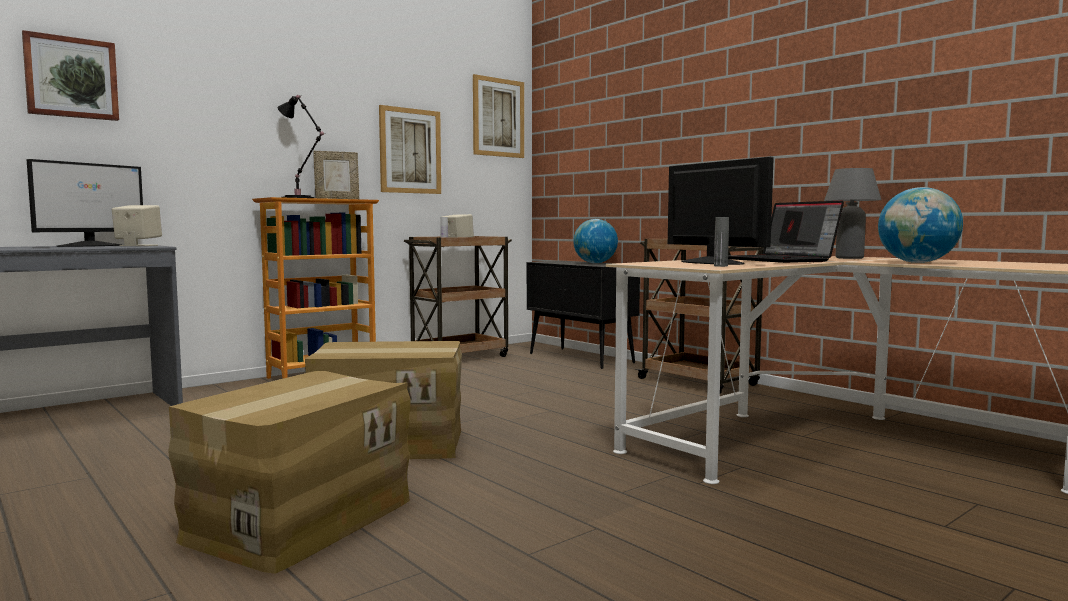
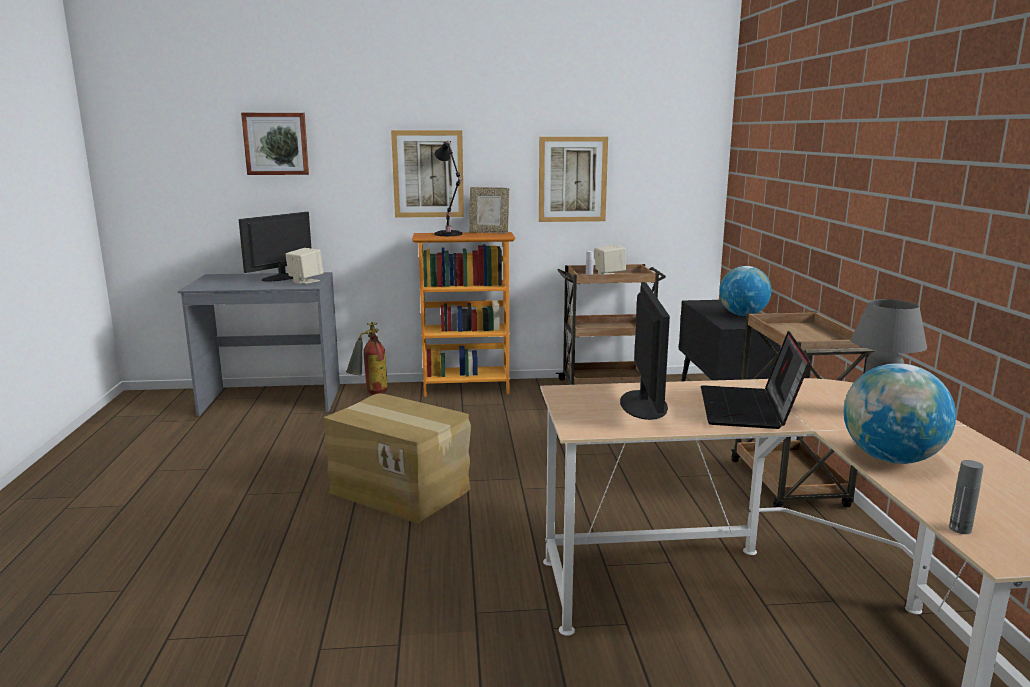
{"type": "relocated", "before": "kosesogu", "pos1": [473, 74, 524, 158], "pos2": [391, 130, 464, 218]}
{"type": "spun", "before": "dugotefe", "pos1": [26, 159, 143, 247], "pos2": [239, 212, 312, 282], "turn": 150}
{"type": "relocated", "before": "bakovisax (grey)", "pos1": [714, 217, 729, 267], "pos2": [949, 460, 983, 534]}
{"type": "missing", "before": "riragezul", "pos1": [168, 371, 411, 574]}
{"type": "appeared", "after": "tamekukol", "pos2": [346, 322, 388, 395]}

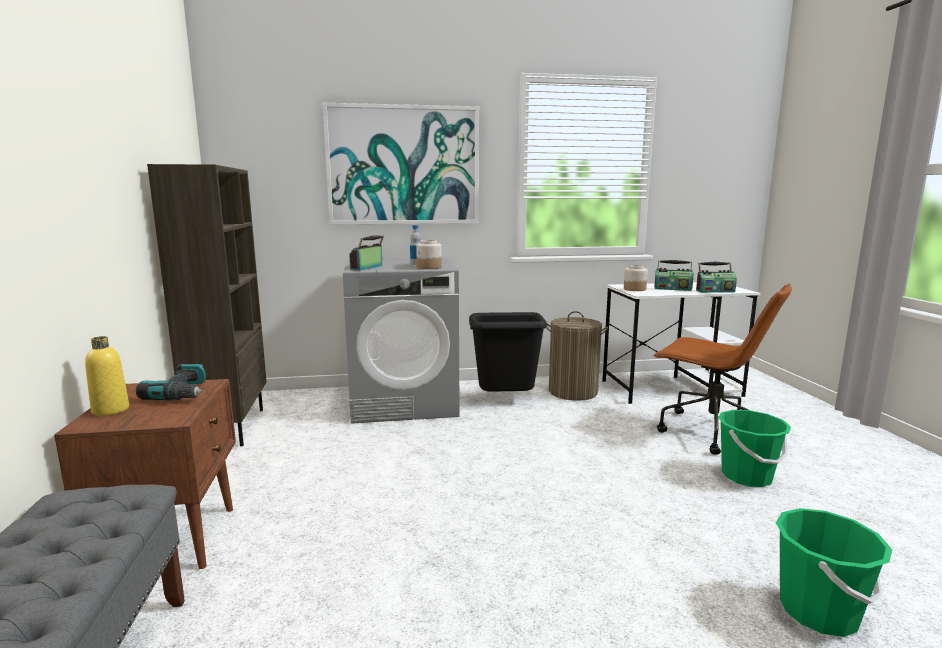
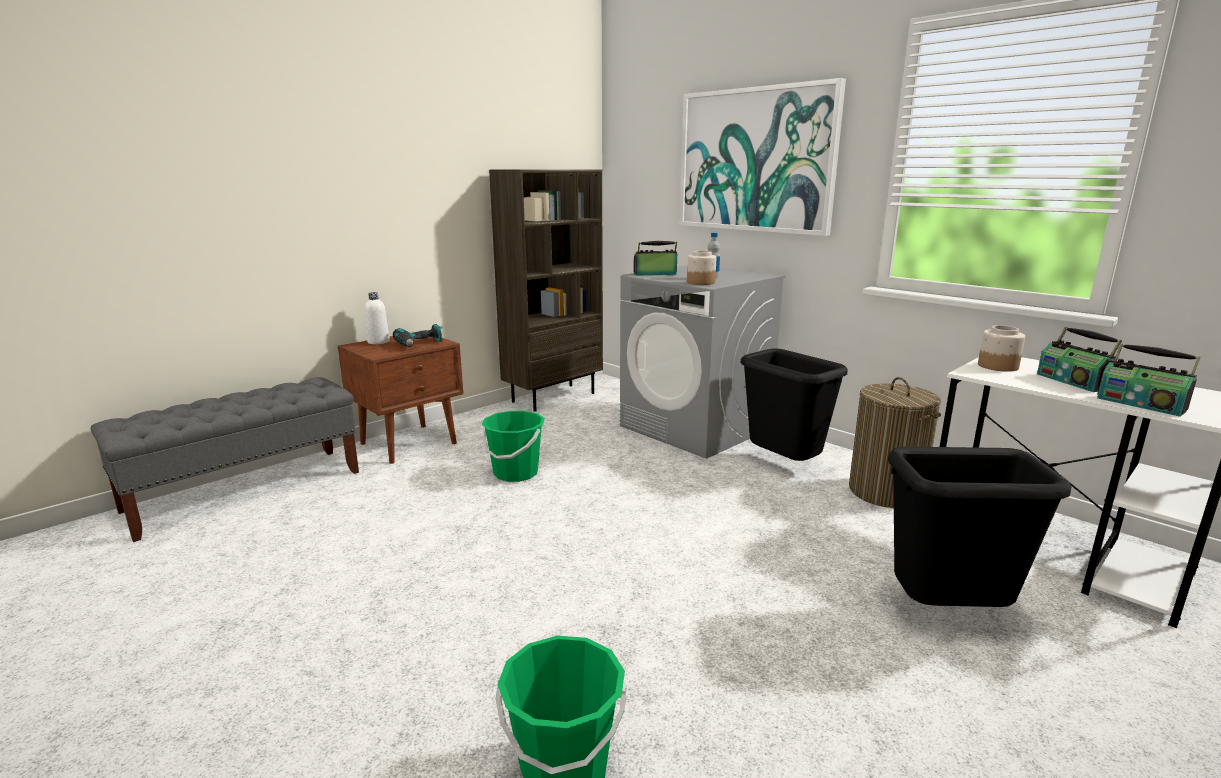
{"type": "exchanged", "before": "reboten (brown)", "after": "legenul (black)", "pos1": [653, 284, 792, 455], "pos2": [888, 447, 1072, 616]}
{"type": "colour", "before": "bakovisax (yellow)", "after": "bakovisax (white)", "pos1": [85, 336, 129, 416], "pos2": [365, 292, 390, 344]}
{"type": "relocated", "before": "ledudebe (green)", "pos1": [718, 410, 791, 487], "pos2": [482, 411, 545, 482]}

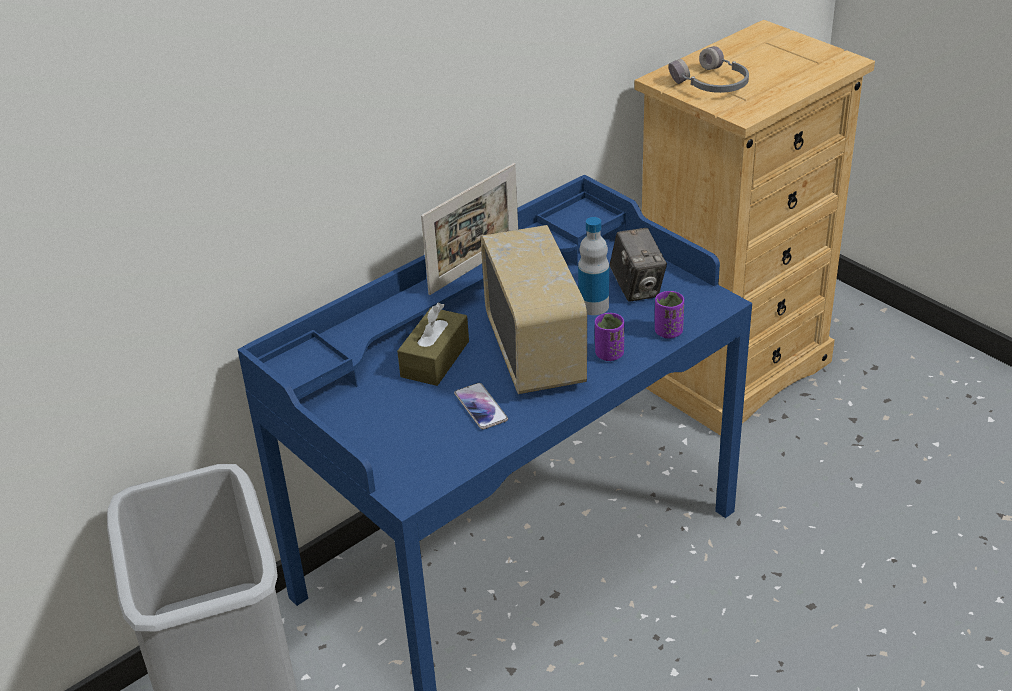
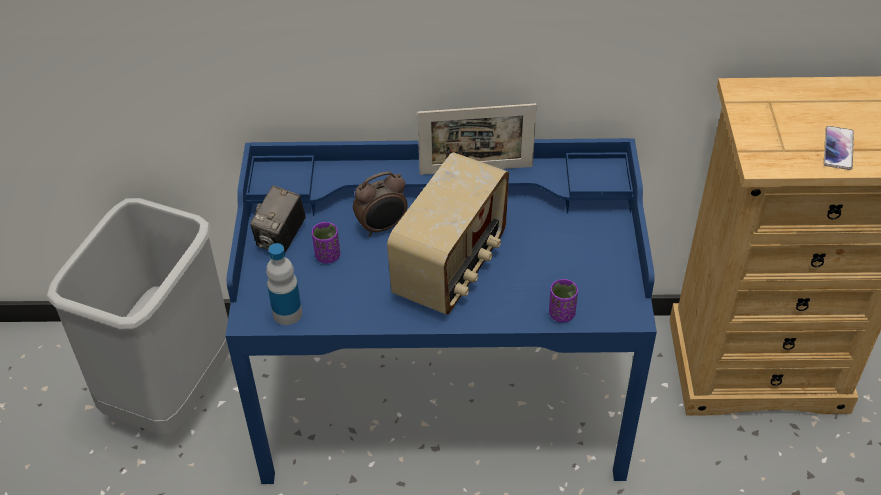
{"type": "missing", "before": "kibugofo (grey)", "pos1": [668, 46, 749, 93]}
{"type": "relocated", "before": "bakovisax", "pos1": [578, 217, 609, 315], "pos2": [266, 243, 302, 325]}
{"type": "relocated", "before": "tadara", "pos1": [609, 228, 667, 302], "pos2": [250, 185, 306, 253]}
{"type": "exchanged", "before": "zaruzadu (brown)", "after": "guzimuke", "pos1": [397, 302, 469, 386], "pos2": [353, 171, 408, 237]}
{"type": "relocated", "before": "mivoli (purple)", "pos1": [595, 313, 624, 361], "pos2": [312, 222, 340, 263]}
{"type": "relocated", "before": "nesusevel", "pos1": [454, 383, 508, 429], "pos2": [824, 126, 854, 170]}

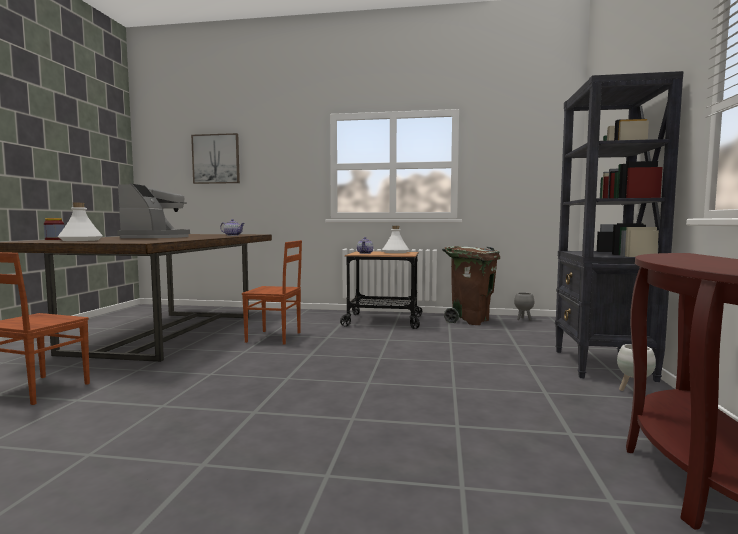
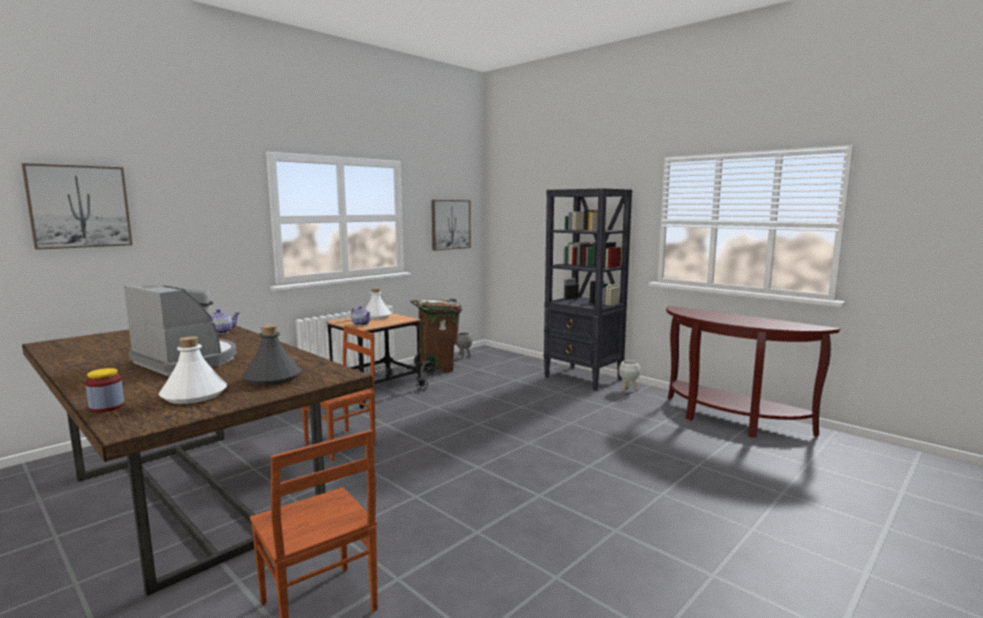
{"type": "appeared", "after": "kosesogu", "pos2": [431, 200, 471, 251]}
{"type": "appeared", "after": "bakovisax (grey)", "pos2": [242, 325, 301, 386]}

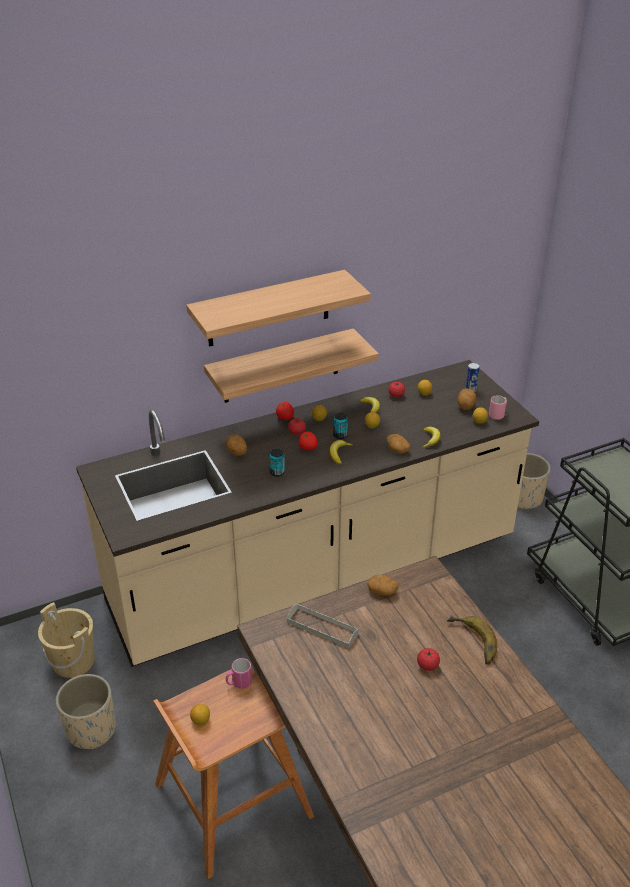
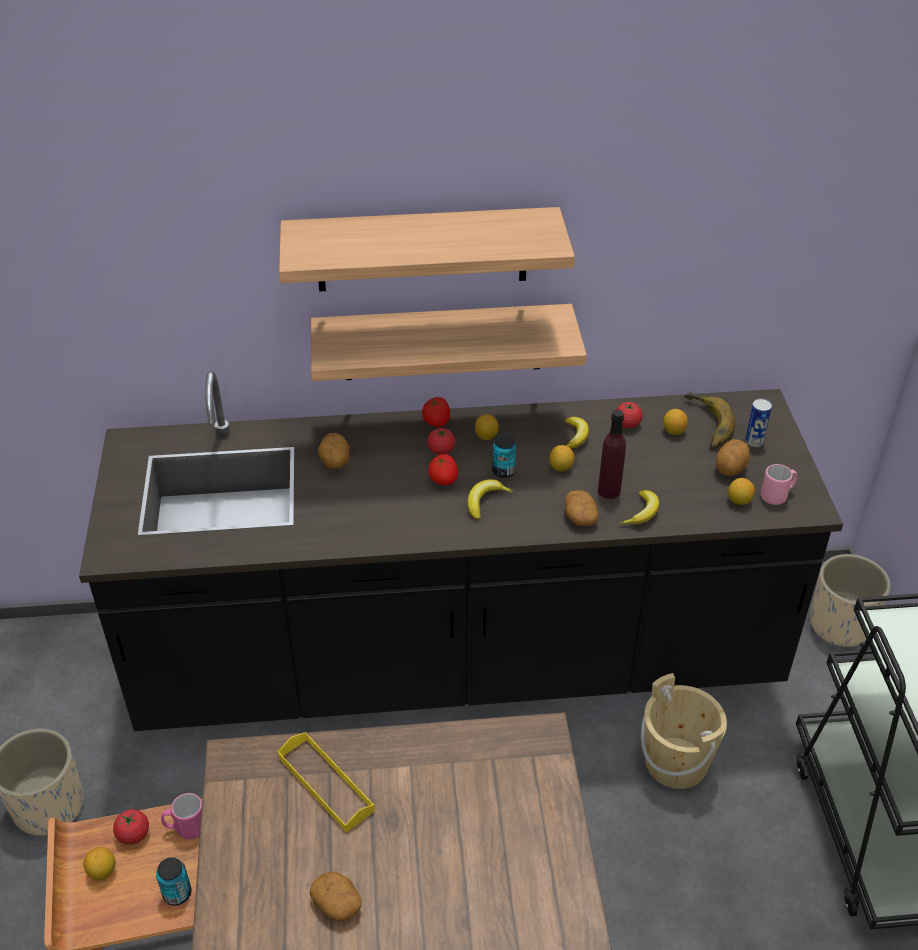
{"type": "colour", "before": "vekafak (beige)", "after": "vekafak (black)", "pos1": [76, 360, 539, 667], "pos2": [79, 371, 843, 731]}
{"type": "relocated", "before": "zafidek", "pos1": [269, 448, 285, 477], "pos2": [156, 857, 192, 906]}
{"type": "relocated", "before": "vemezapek", "pos1": [367, 575, 399, 595], "pos2": [310, 871, 362, 921]}
{"type": "relocated", "before": "ledudebe (beige)", "pos1": [38, 602, 94, 678], "pos2": [641, 673, 727, 789]}
{"type": "colour", "before": "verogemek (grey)", "after": "verogemek (yellow)", "pos1": [287, 603, 359, 648], "pos2": [278, 732, 375, 832]}
{"type": "relocated", "before": "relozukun", "pos1": [447, 616, 497, 665], "pos2": [684, 392, 735, 450]}
{"type": "relocated", "before": "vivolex", "pos1": [417, 648, 440, 671], "pos2": [113, 809, 149, 844]}
{"type": "appeared", "after": "bakovisax (purple)", "pos2": [598, 410, 626, 499]}

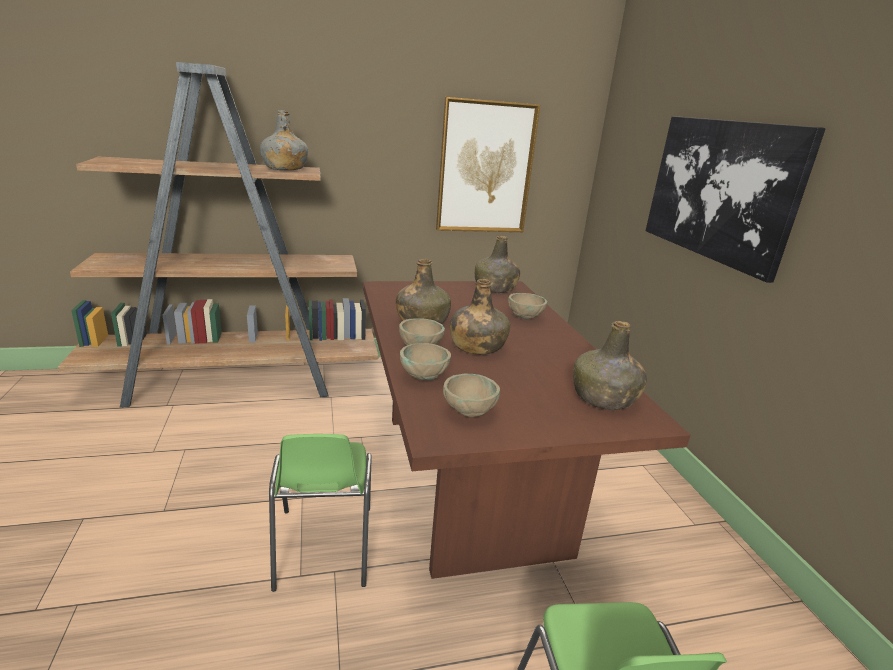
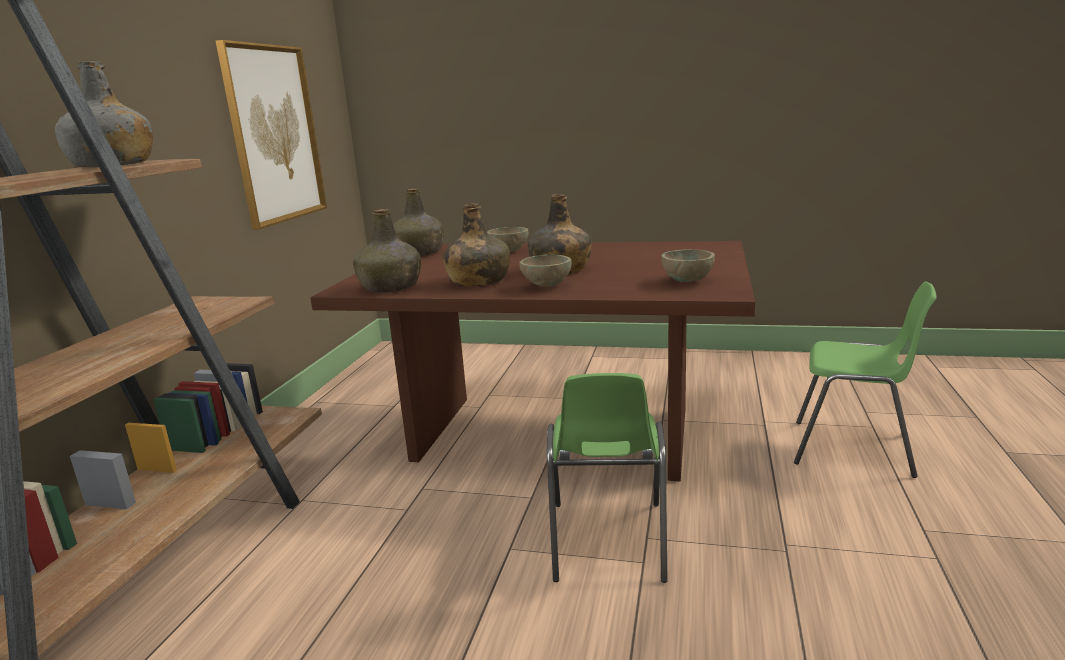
{"type": "missing", "before": "kosesogu", "pos1": [645, 116, 825, 283]}
{"type": "relocated", "before": "bakovisax (green)", "pos1": [573, 321, 647, 410], "pos2": [353, 209, 421, 292]}
{"type": "missing", "before": "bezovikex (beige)", "pos1": [400, 343, 451, 380]}
{"type": "spun", "before": "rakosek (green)", "pos1": [269, 434, 372, 592], "pos2": [547, 373, 667, 583], "turn": 75}

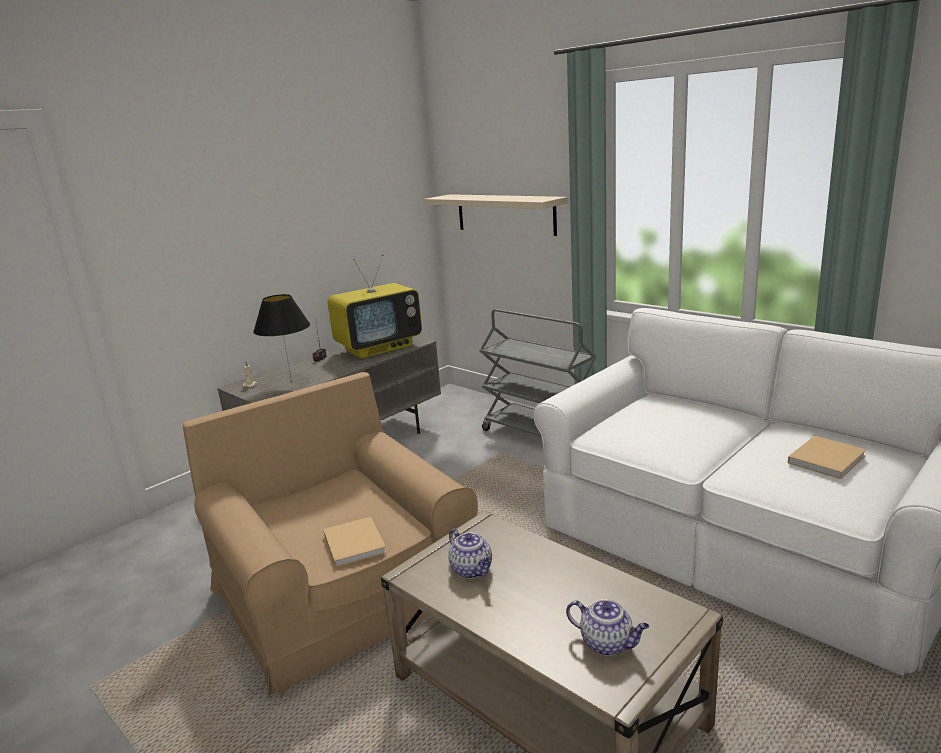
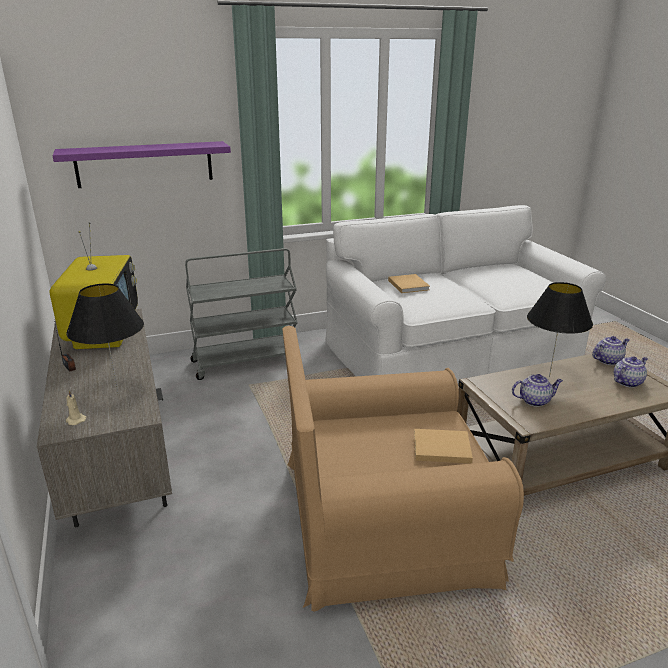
{"type": "colour", "before": "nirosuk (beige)", "after": "nirosuk (purple)", "pos1": [424, 194, 568, 236], "pos2": [52, 141, 231, 188]}
{"type": "relocated", "before": "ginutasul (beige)", "pos1": [788, 436, 867, 479], "pos2": [388, 274, 430, 293]}
{"type": "appeared", "after": "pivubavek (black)", "pos2": [527, 282, 593, 378]}
{"type": "appeared", "after": "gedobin", "pos2": [592, 336, 630, 365]}

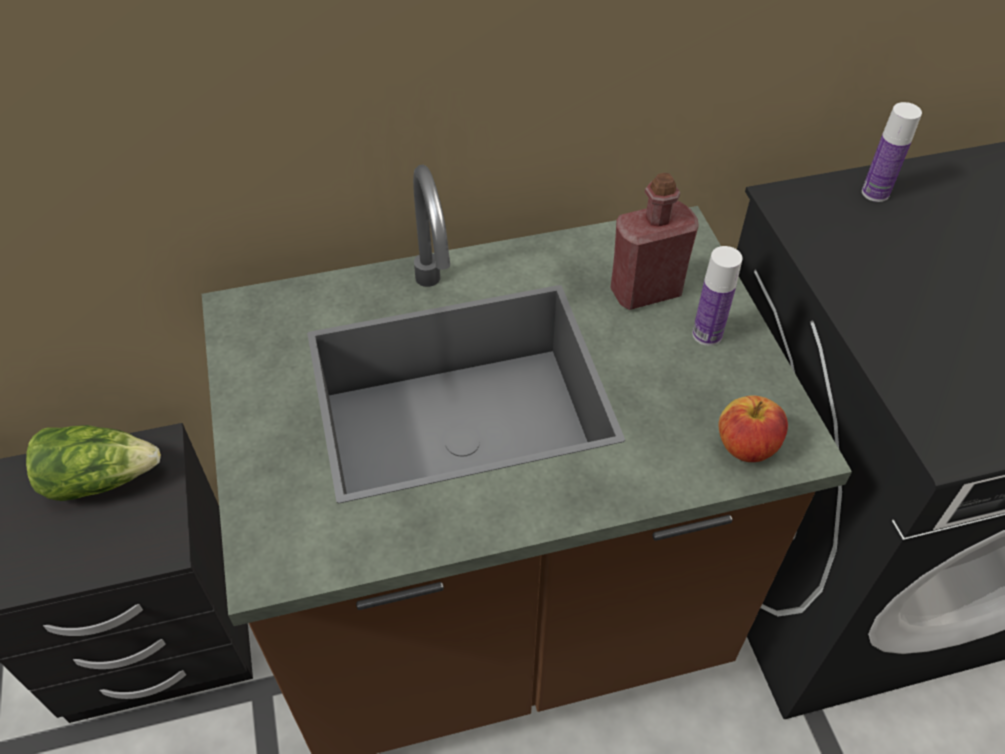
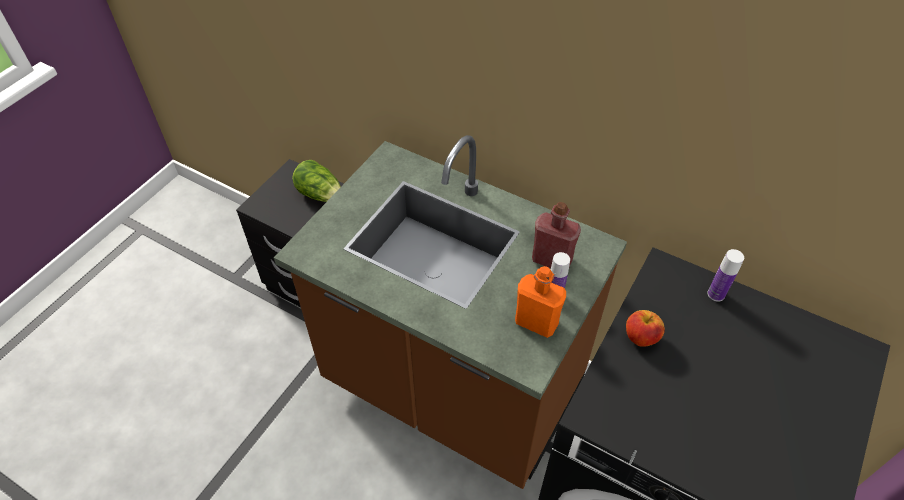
{"type": "relocated", "before": "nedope", "pos1": [718, 395, 788, 462], "pos2": [626, 310, 665, 347]}
{"type": "appeared", "after": "bakovisax (orange)", "pos2": [515, 266, 566, 338]}

